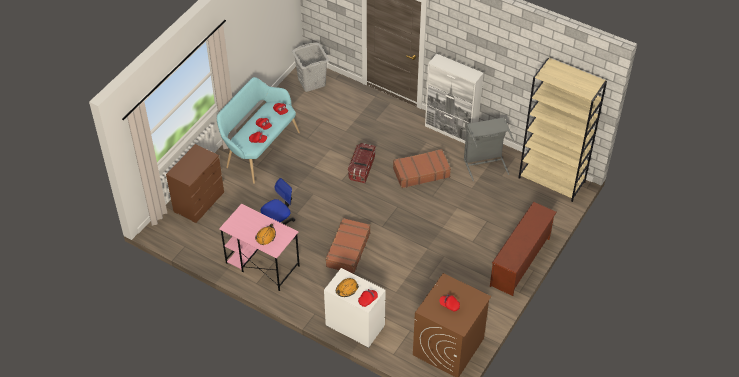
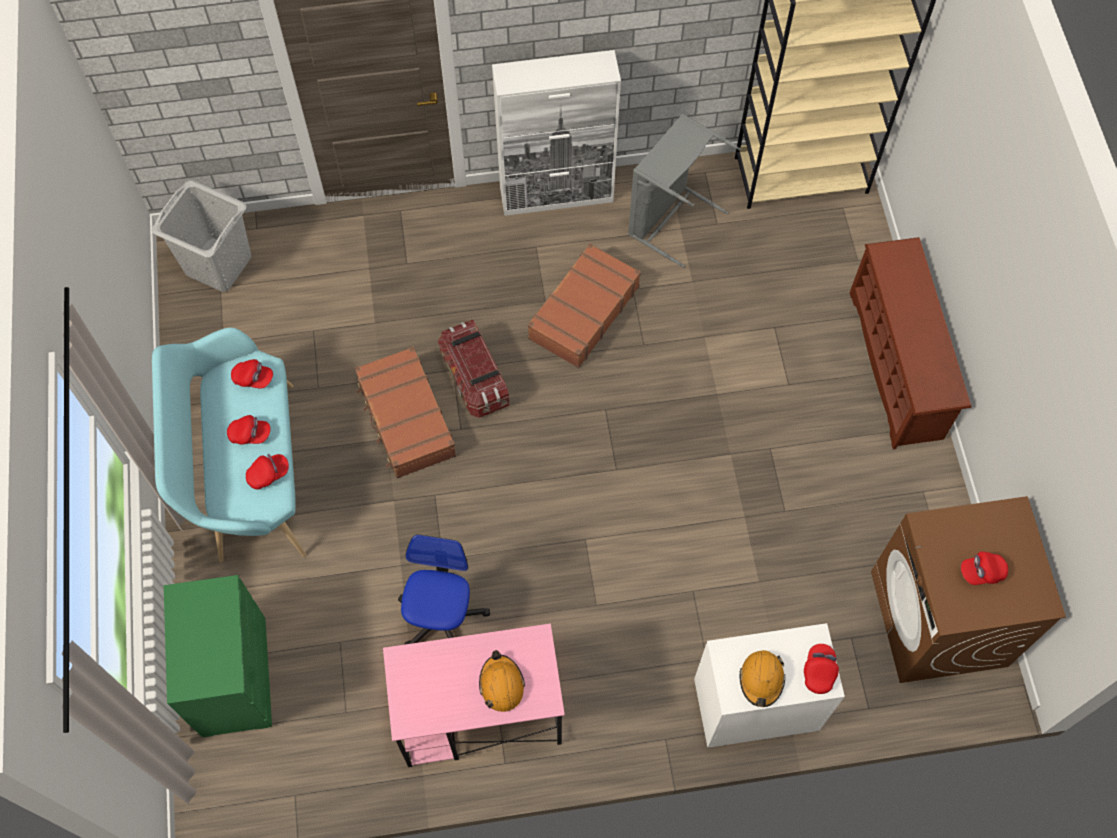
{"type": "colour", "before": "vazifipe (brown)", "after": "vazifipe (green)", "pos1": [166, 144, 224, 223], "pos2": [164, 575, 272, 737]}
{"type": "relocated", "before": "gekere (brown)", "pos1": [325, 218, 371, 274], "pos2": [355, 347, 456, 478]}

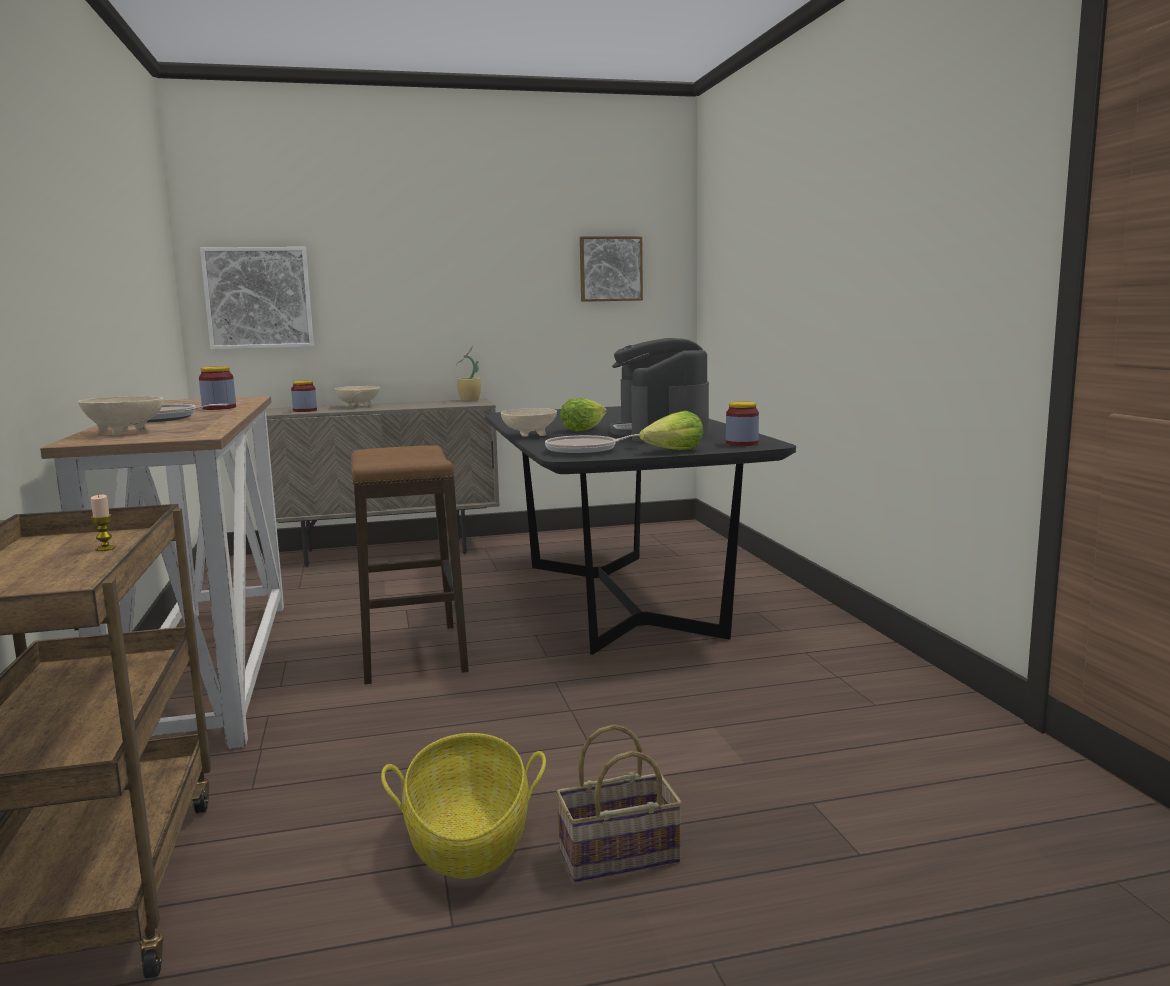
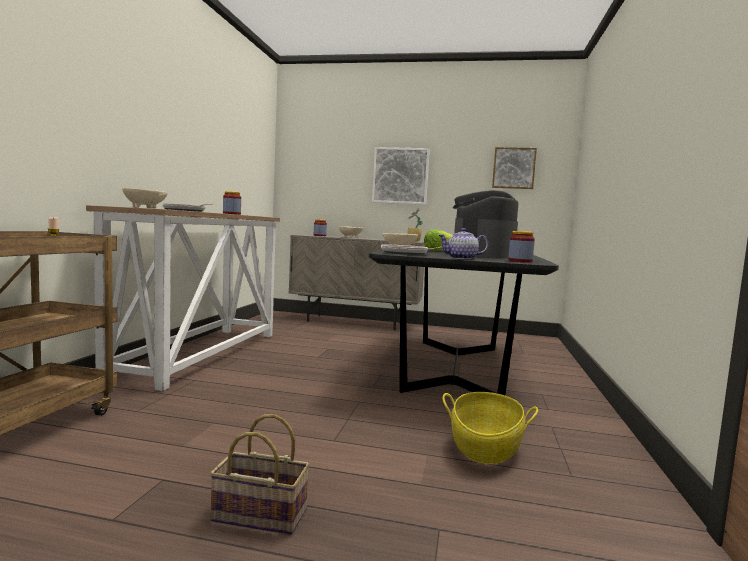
{"type": "relocated", "before": "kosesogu", "pos1": [200, 247, 314, 350], "pos2": [372, 147, 430, 205]}
{"type": "exchanged", "before": "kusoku", "after": "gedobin", "pos1": [639, 411, 703, 450], "pos2": [438, 228, 489, 259]}
{"type": "missing", "before": "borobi", "pos1": [351, 445, 469, 685]}
{"type": "relocated", "before": "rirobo", "pos1": [381, 733, 546, 879], "pos2": [442, 392, 538, 464]}

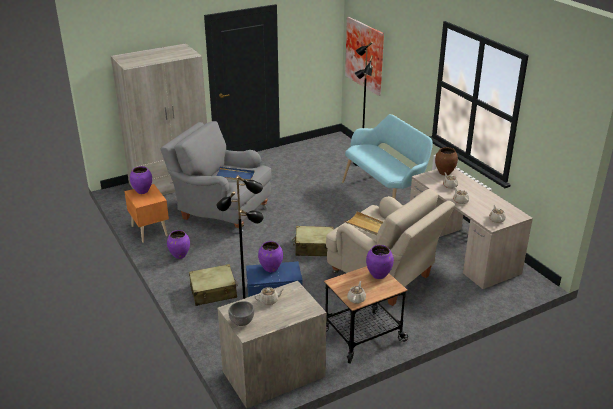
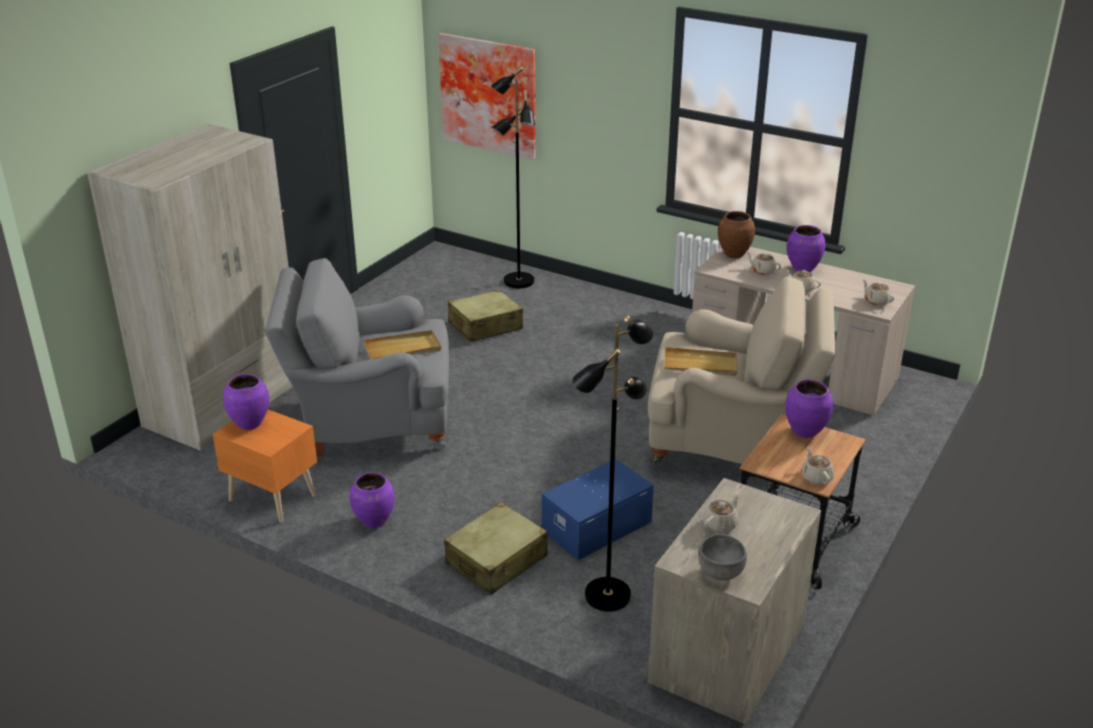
{"type": "missing", "before": "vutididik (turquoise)", "pos1": [342, 114, 433, 199]}
{"type": "colour", "before": "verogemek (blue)", "after": "verogemek (beige)", "pos1": [216, 167, 255, 181], "pos2": [364, 330, 441, 359]}
{"type": "relocated", "before": "gekere (beige)", "pos1": [293, 226, 334, 256], "pos2": [448, 290, 523, 342]}
{"type": "relocated", "before": "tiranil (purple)", "pos1": [258, 241, 283, 272], "pos2": [787, 225, 825, 272]}

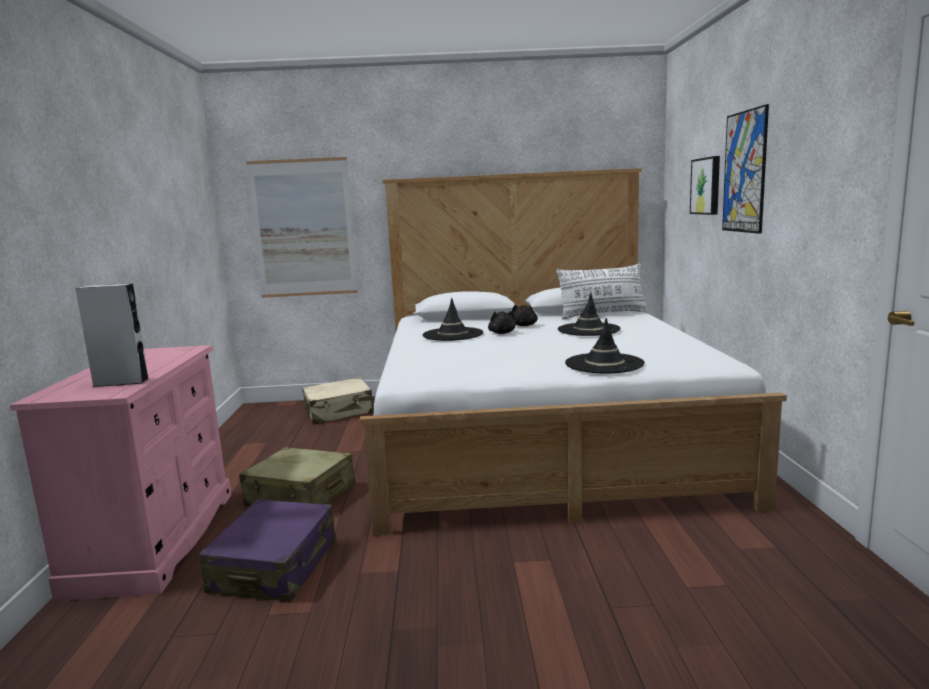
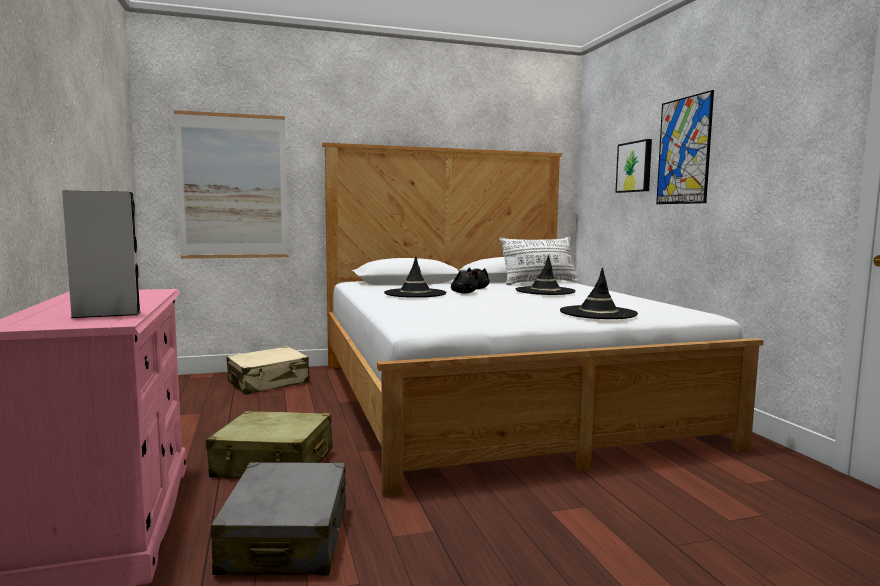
{"type": "colour", "before": "gekere (purple)", "after": "gekere (grey)", "pos1": [199, 500, 336, 602], "pos2": [211, 462, 346, 576]}

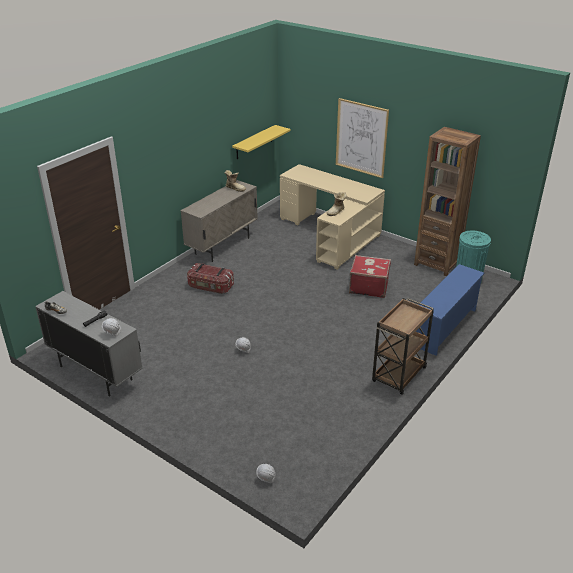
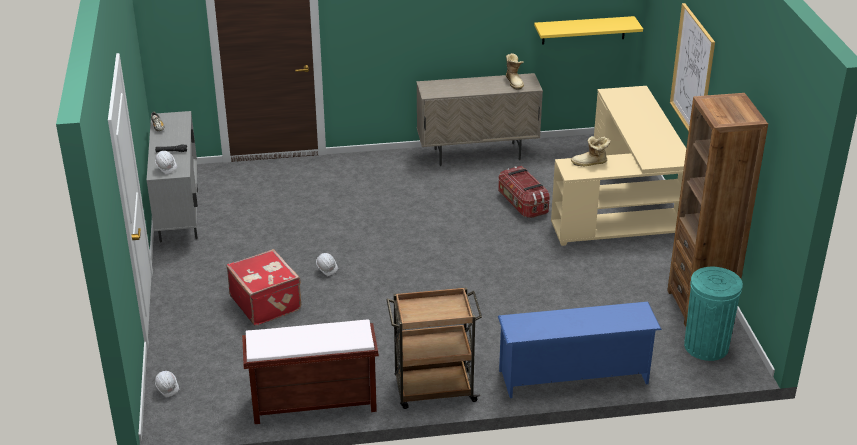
{"type": "relocated", "before": "gekere (red)", "pos1": [349, 255, 391, 298], "pos2": [227, 249, 301, 326]}
{"type": "relocated", "before": "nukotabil", "pos1": [187, 263, 234, 294], "pos2": [498, 166, 550, 218]}
{"type": "appeared", "after": "vutididik (brown)", "pos2": [242, 319, 379, 424]}

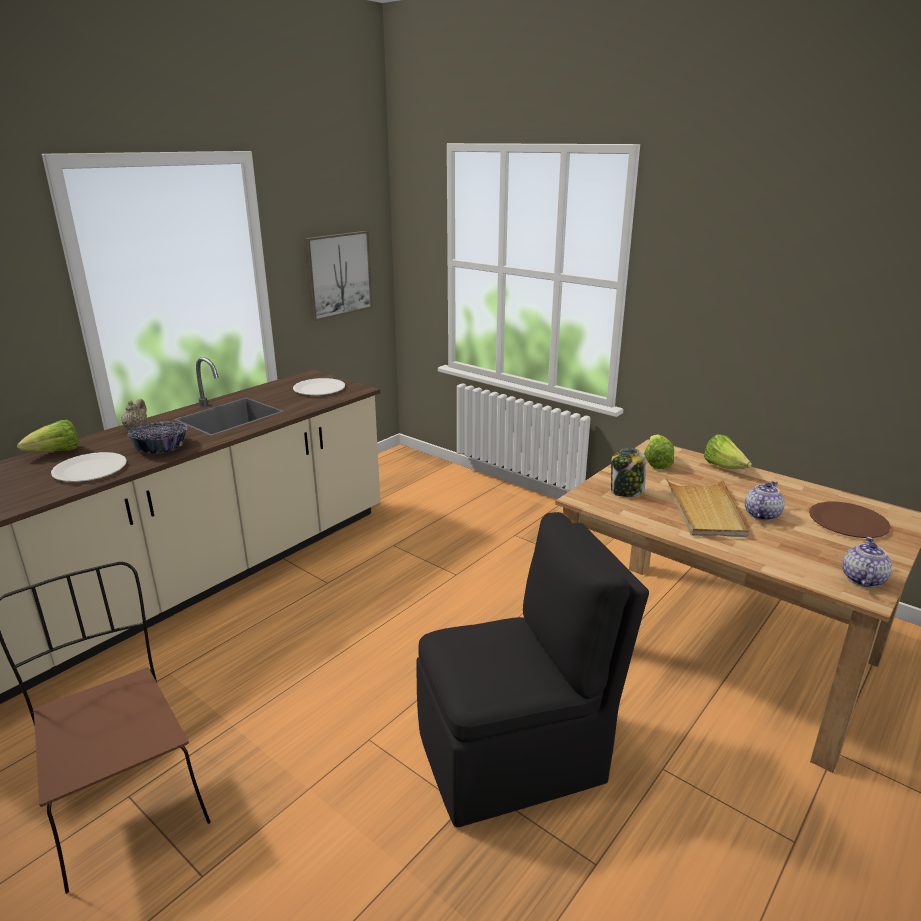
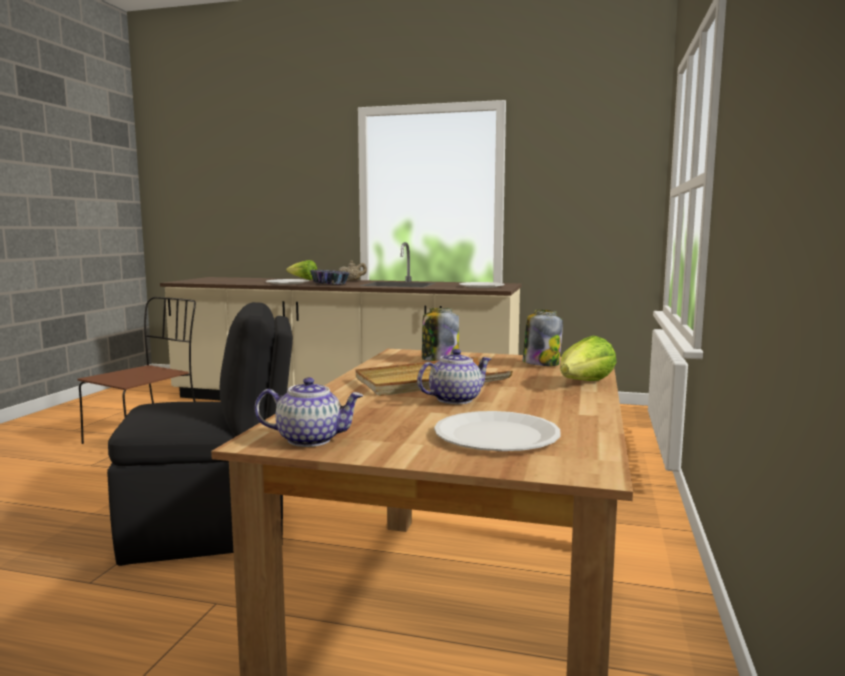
{"type": "missing", "before": "kosesogu", "pos1": [304, 231, 373, 321]}
{"type": "exchanged", "before": "kusoku", "after": "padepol", "pos1": [644, 434, 674, 469], "pos2": [523, 310, 563, 366]}
{"type": "spun", "before": "gedobin", "pos1": [745, 481, 785, 521], "pos2": [417, 349, 491, 404], "turn": -45}
{"type": "colour", "before": "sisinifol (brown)", "after": "sisinifol (white)", "pos1": [809, 502, 891, 538], "pos2": [434, 411, 560, 451]}
{"type": "spun", "before": "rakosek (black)", "pos1": [416, 512, 649, 827], "pos2": [107, 302, 293, 566], "turn": -60}

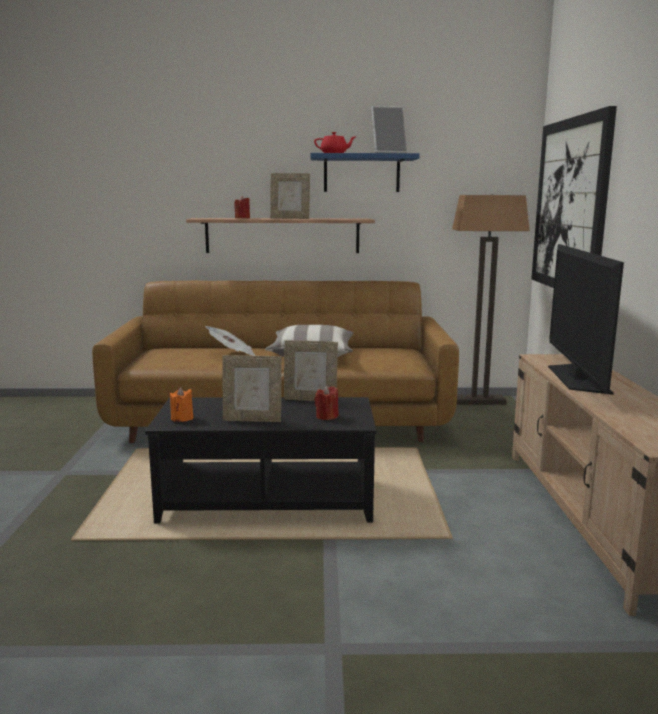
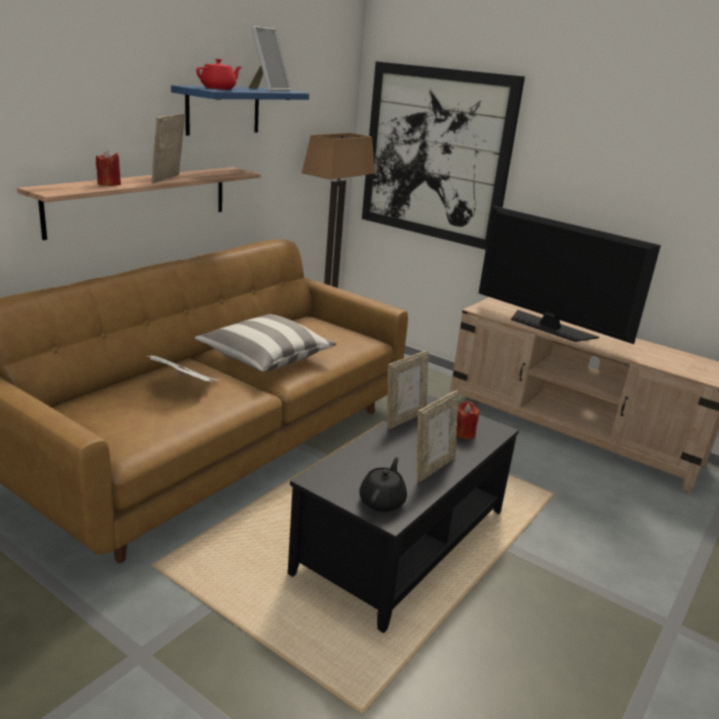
{"type": "spun", "before": "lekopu", "pos1": [270, 173, 310, 219], "pos2": [152, 114, 185, 183], "turn": 150}
{"type": "exchanged", "before": "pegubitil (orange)", "after": "gedobin (black)", "pos1": [170, 387, 193, 422], "pos2": [359, 457, 407, 512]}

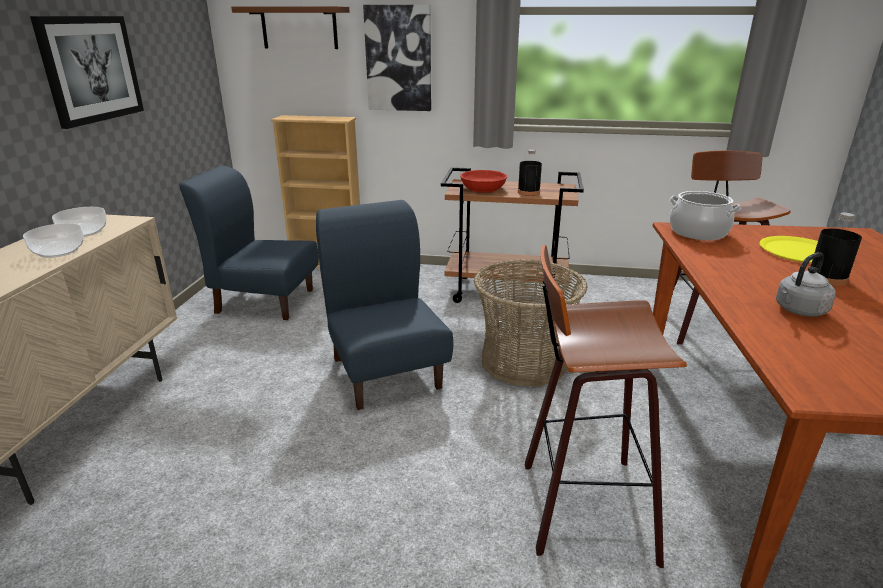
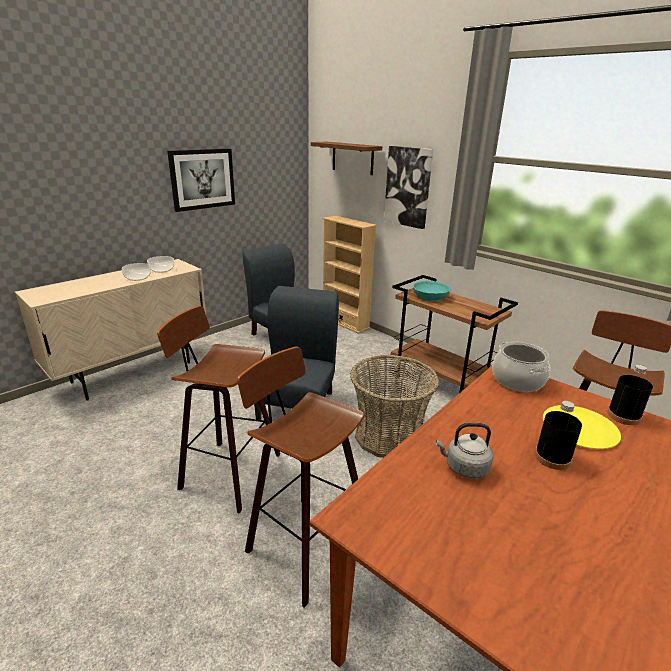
{"type": "relocated", "before": "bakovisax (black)", "pos1": [518, 149, 542, 196], "pos2": [607, 365, 653, 425]}
{"type": "colour", "before": "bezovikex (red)", "after": "bezovikex (turquoise)", "pos1": [460, 170, 507, 193], "pos2": [413, 281, 451, 301]}
{"type": "appeared", "after": "borobi", "pos2": [157, 306, 280, 514]}

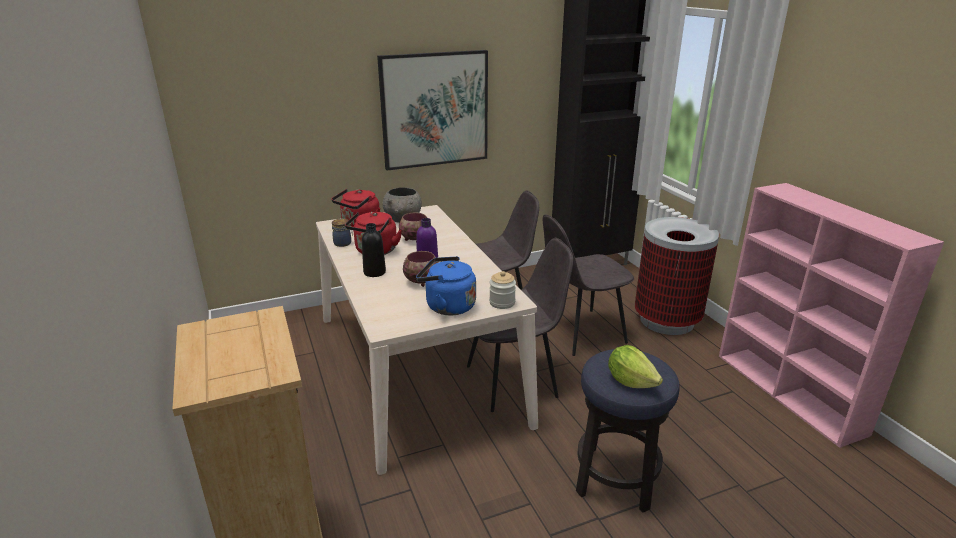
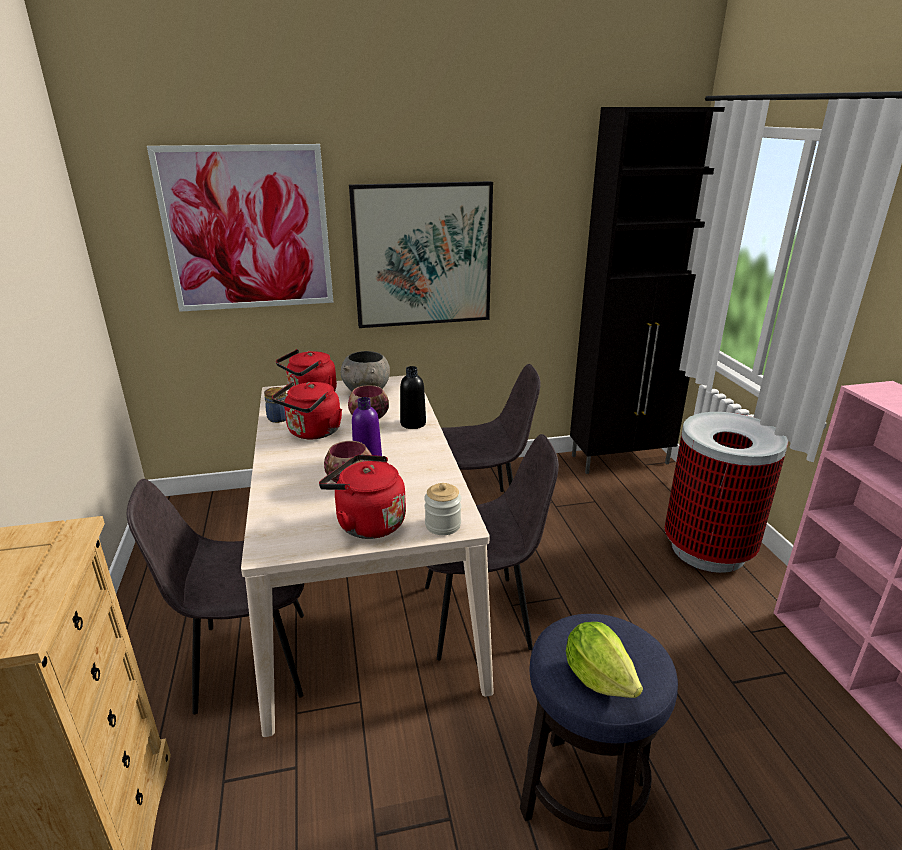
{"type": "relocated", "before": "rakosek (grey)", "pos1": [543, 215, 634, 356], "pos2": [127, 479, 304, 714]}
{"type": "relocated", "before": "bakovisax (black)", "pos1": [362, 223, 386, 277], "pos2": [400, 366, 426, 429]}
{"type": "colour", "before": "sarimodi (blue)", "after": "sarimodi (red)", "pos1": [416, 256, 476, 316], "pos2": [319, 455, 406, 539]}
{"type": "appeared", "after": "kosesogu", "pos2": [147, 144, 334, 312]}

